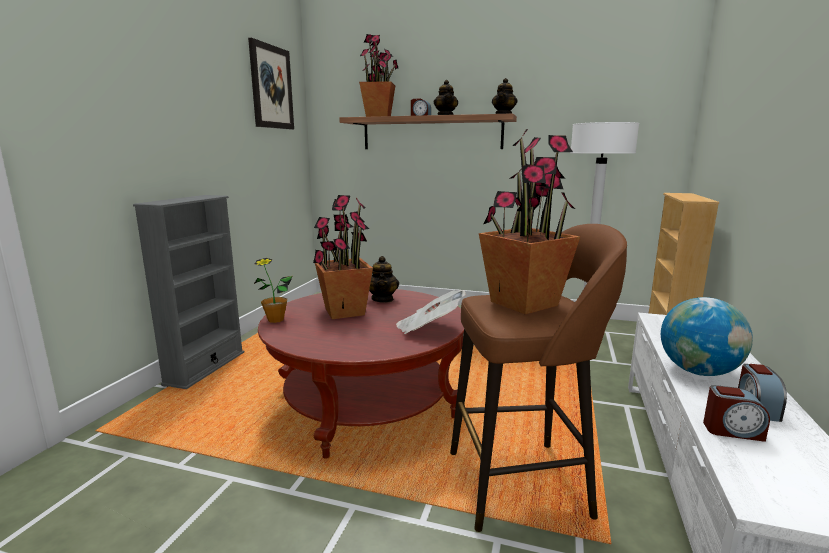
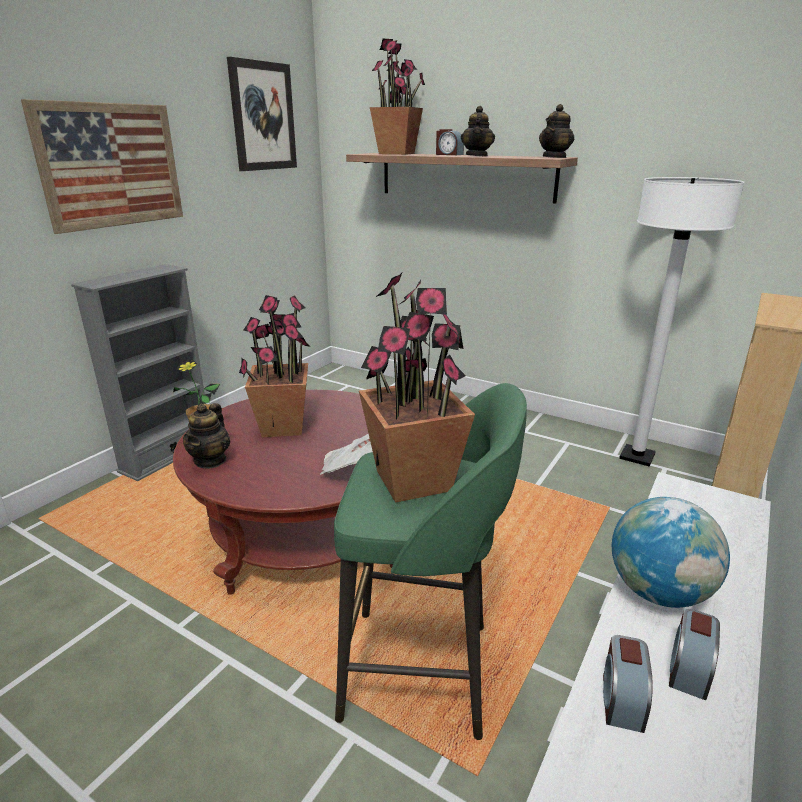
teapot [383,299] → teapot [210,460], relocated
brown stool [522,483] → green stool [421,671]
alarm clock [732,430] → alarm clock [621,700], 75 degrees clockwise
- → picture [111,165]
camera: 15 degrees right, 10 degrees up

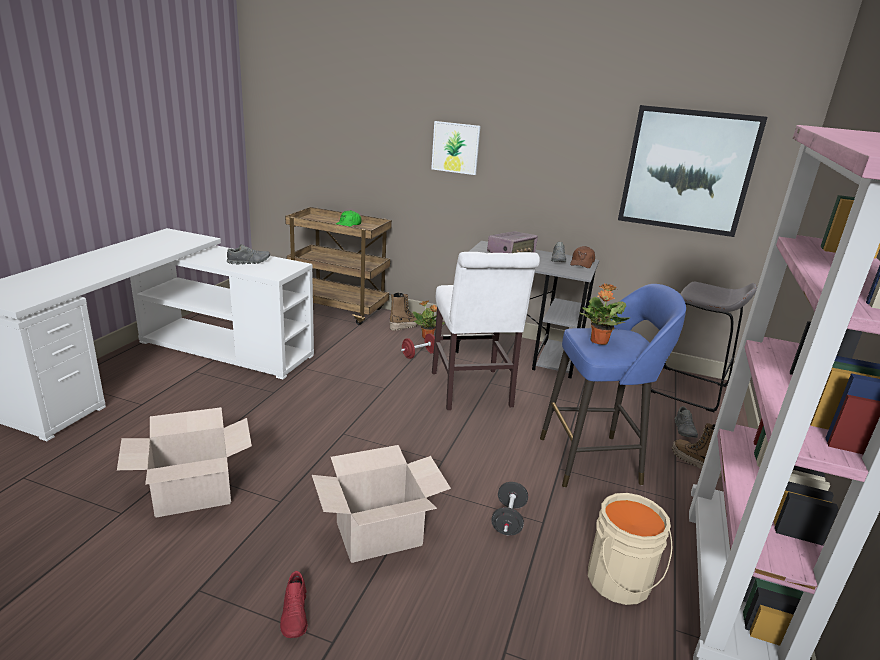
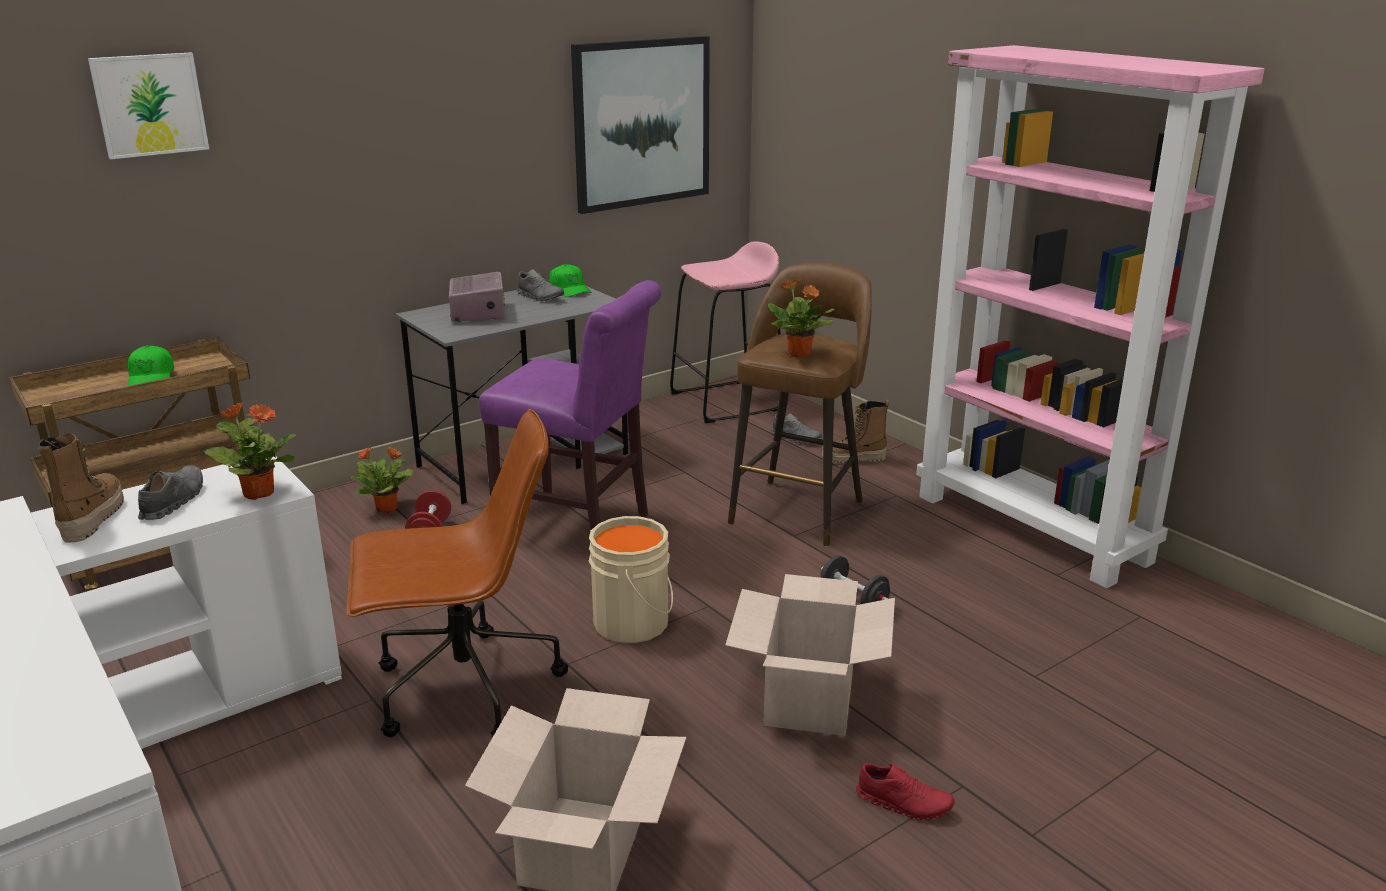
boot [405,325] → boot [91,518], relocated
picture [455,147] → picture [150,105], relocated
white chair [472,392] → purple chair [580,529]
blue stool [593,461] → brown stool [799,510]
brown cap [582,263] → green cap [569,290]
beige bucket [621,582] → beige bucket [635,623], relocated
grey stool [687,389] → pink stool [726,401]
- → potted plant [258,493]
- → brown office chair [463,690]
camera: 55 degrees left, 0 degrees up

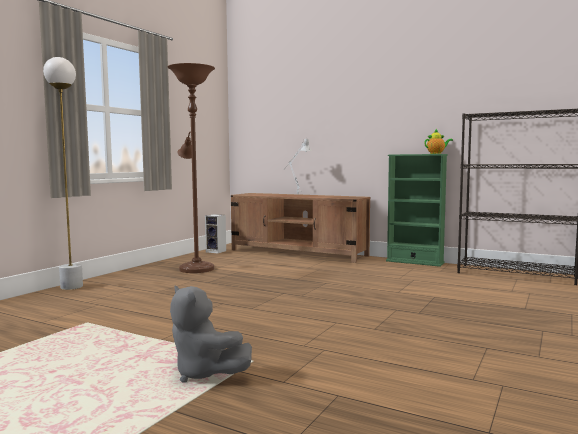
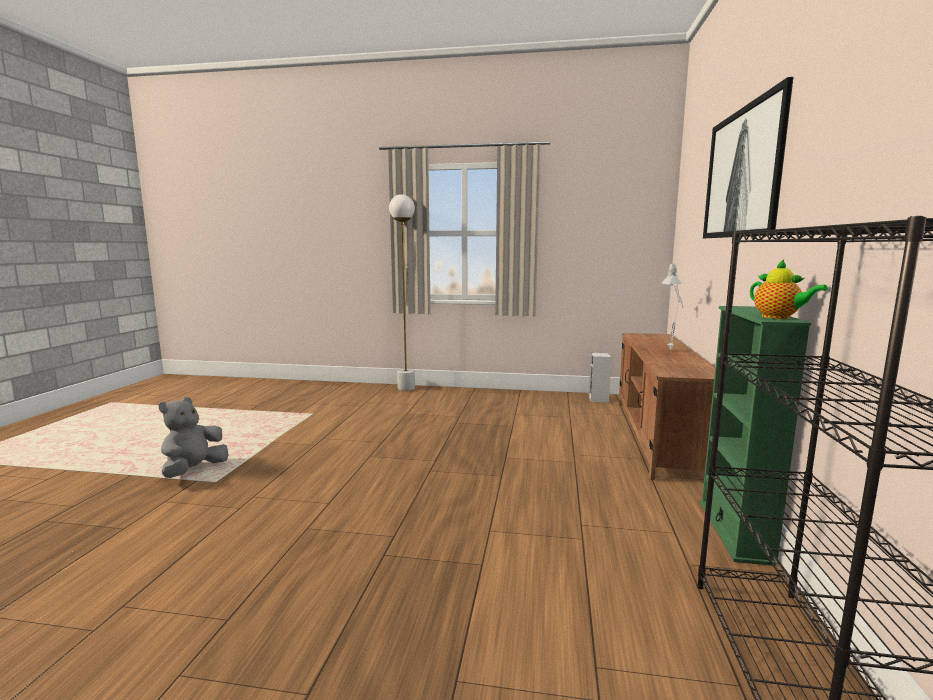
brown floor lamp [195,268] → -
- → picture [744,173]
camera: 70 degrees right, 5 degrees up

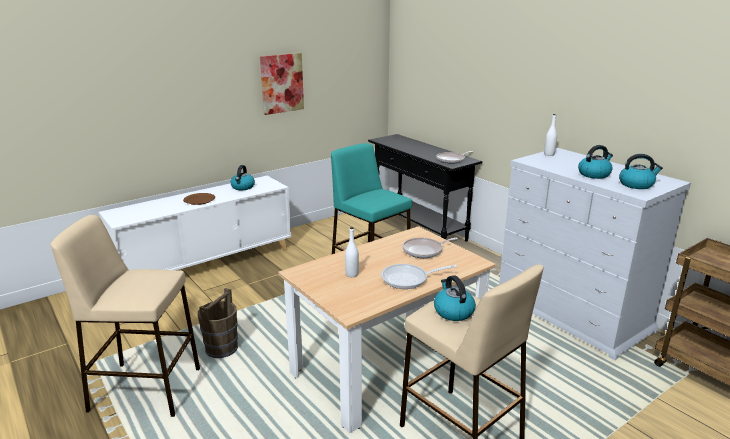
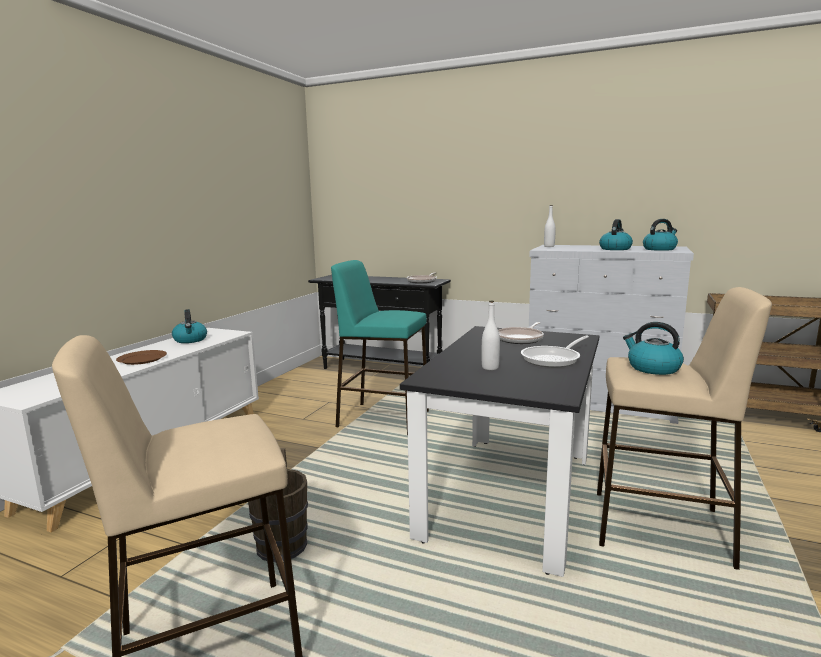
picture [281,83] → -
beige dining table [386,367] → black dining table [509,494]
camera: 30 degrees left, 10 degrees down

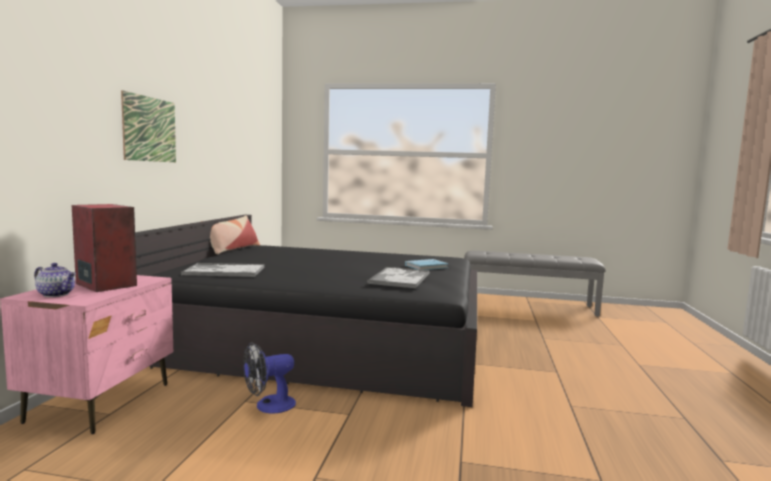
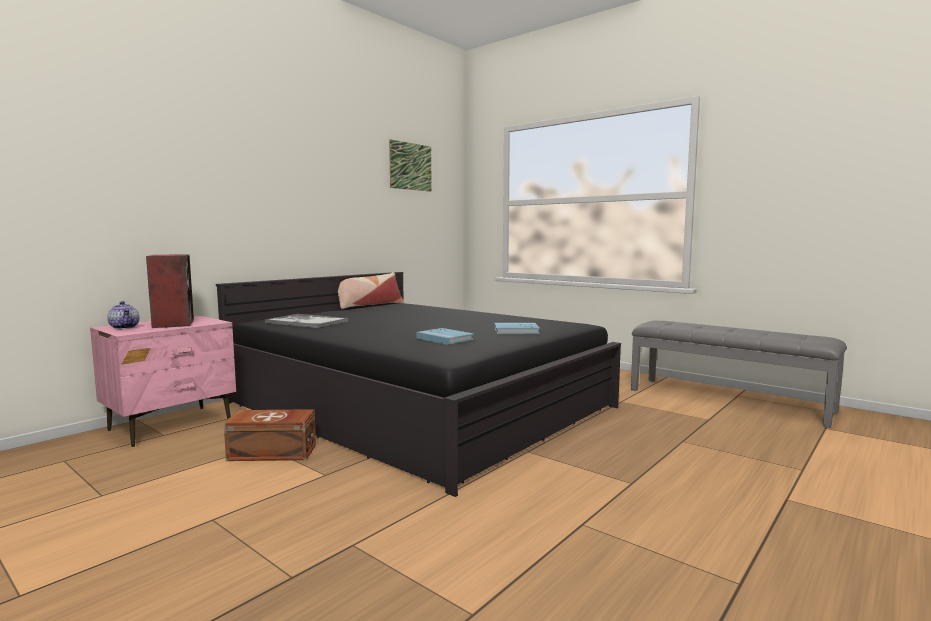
picture [150,129] → picture [410,166], relocated
fan [268,406] → brown storage box [273,453]
tray [400,278] → blue book [444,339]
camera: 30 degrees right, 0 degrees up

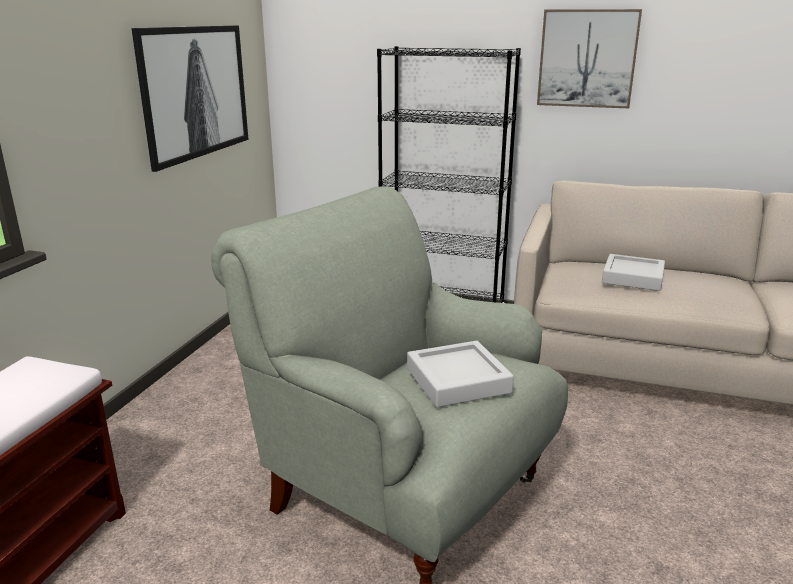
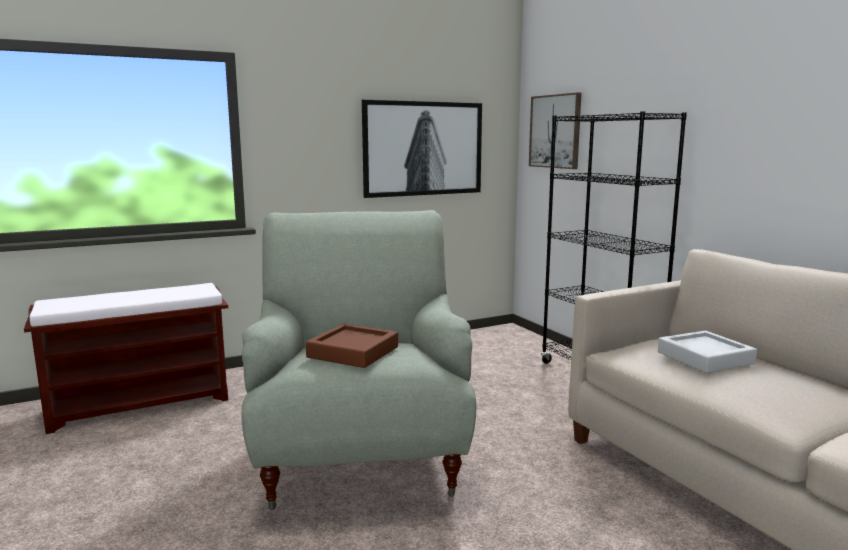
grey tray [458,380] → brown tray [353,352]
picture [587,58] → picture [555,131], relocated
camera: 45 degrees right, 10 degrees down

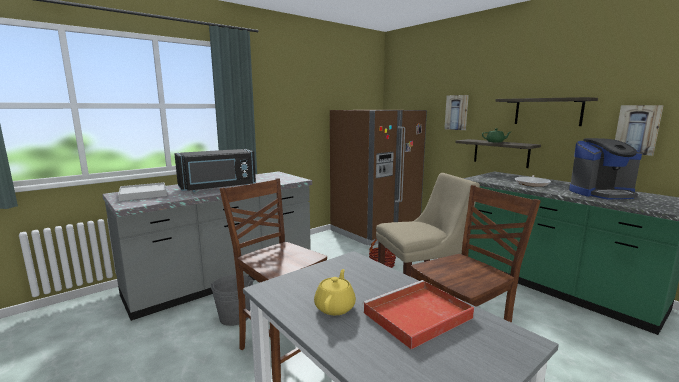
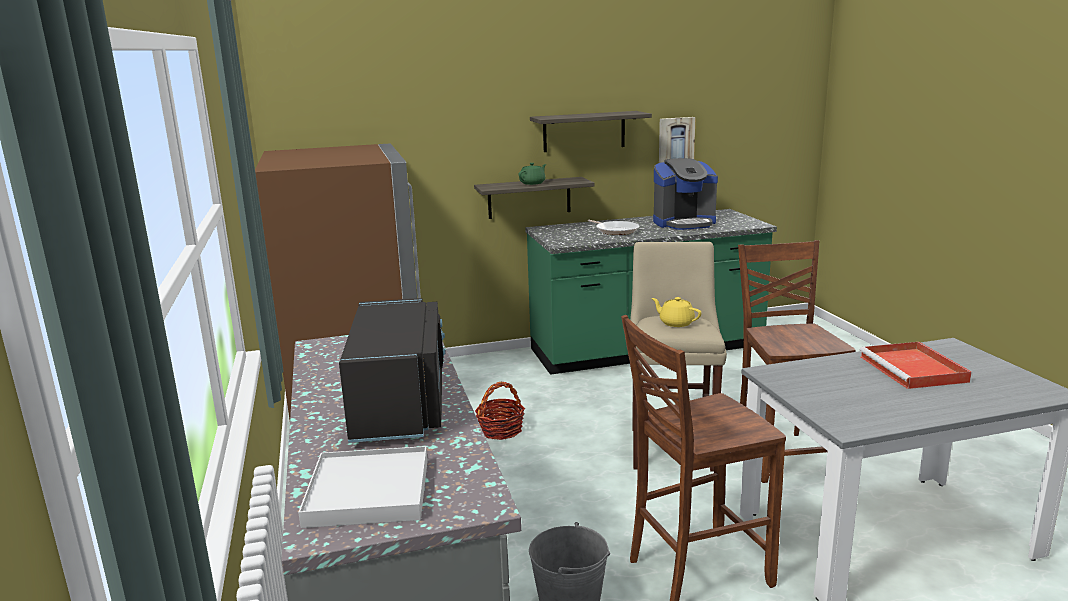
yellow teapot [335,307] → yellow teapot [676,323], relocated
picture [457,112] → -
coffee machine [601,193] → coffee machine [684,223], 60 degrees clockwise
camera: 65 degrees left, 5 degrees up

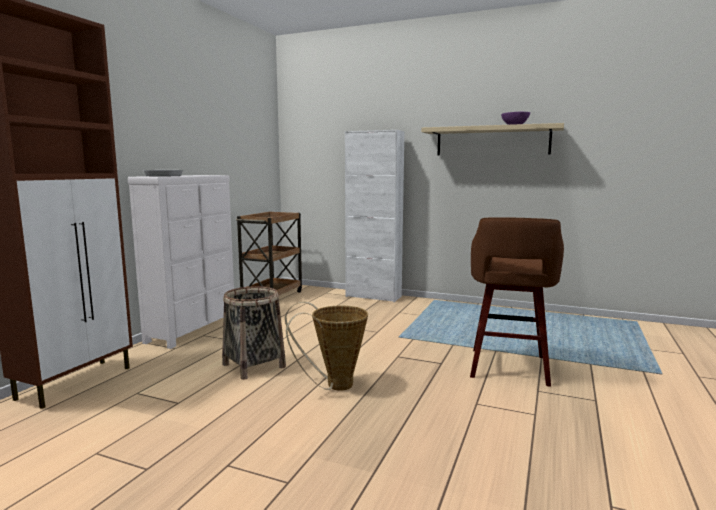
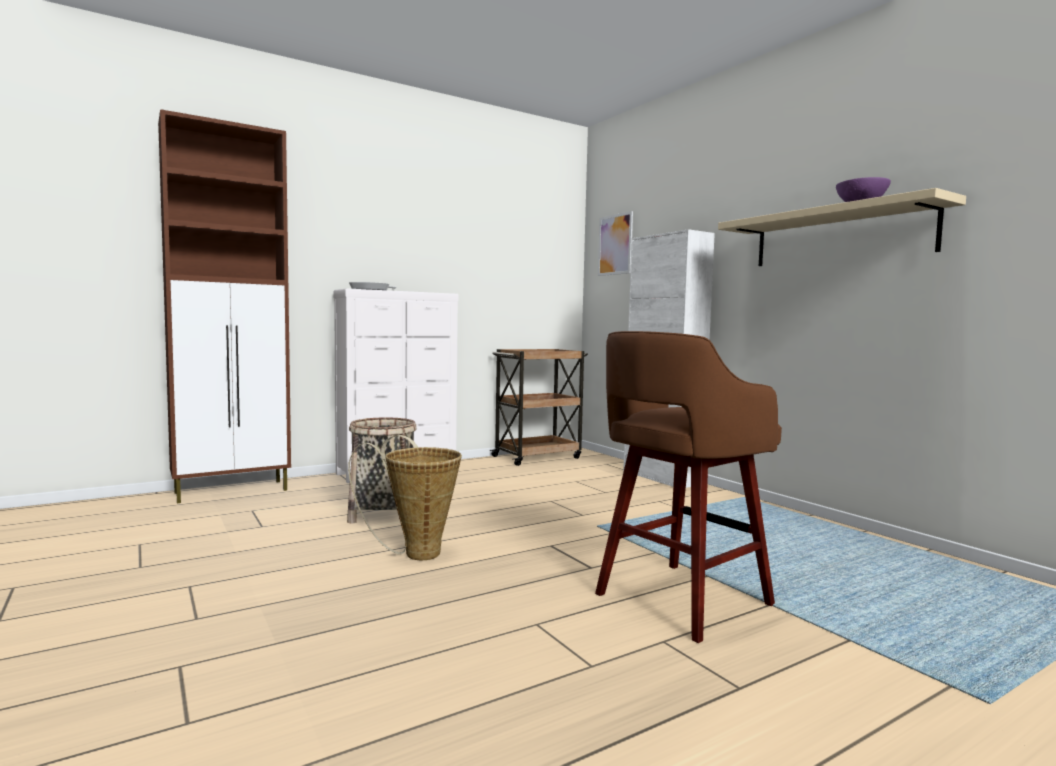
- → picture [615,244]
camera: 35 degrees right, 5 degrees down

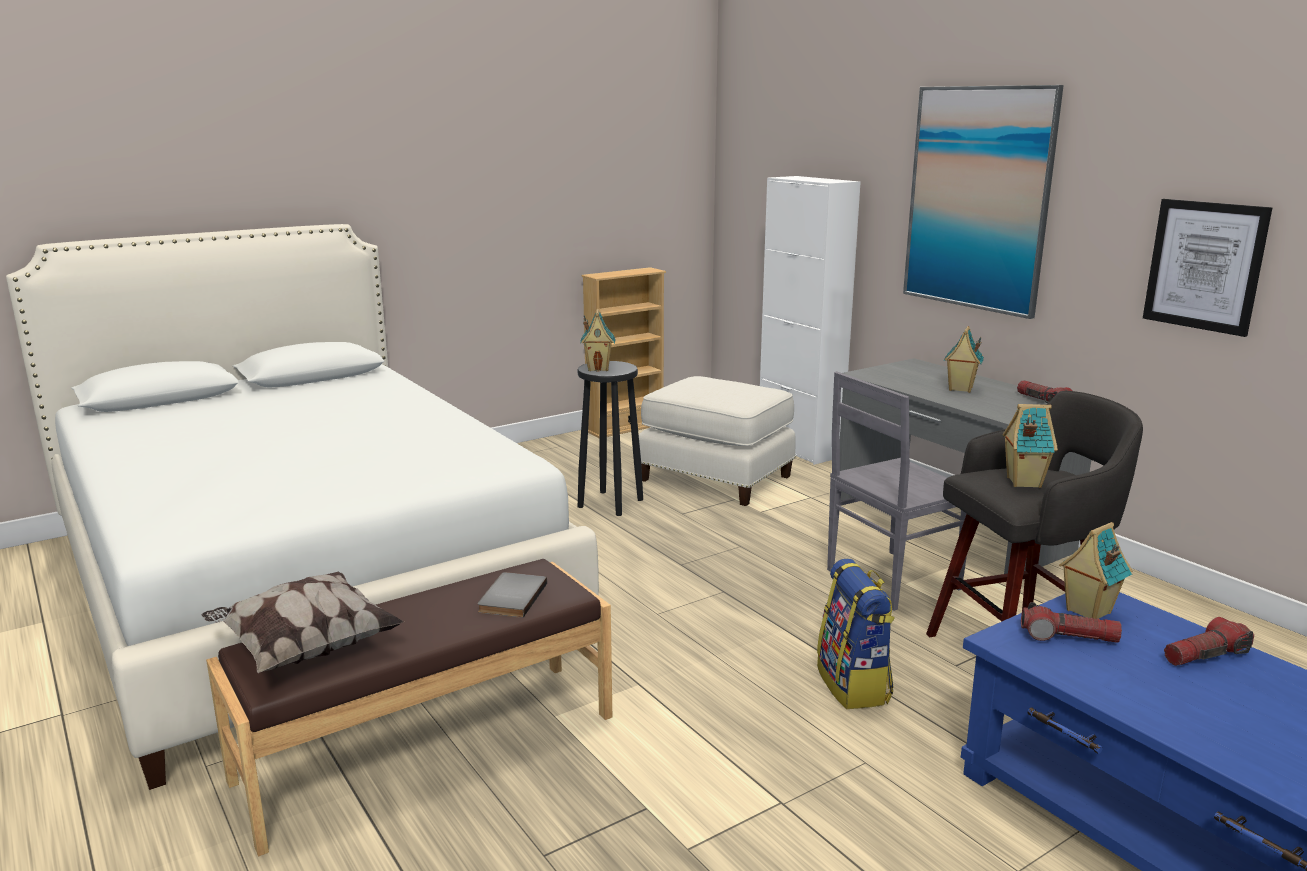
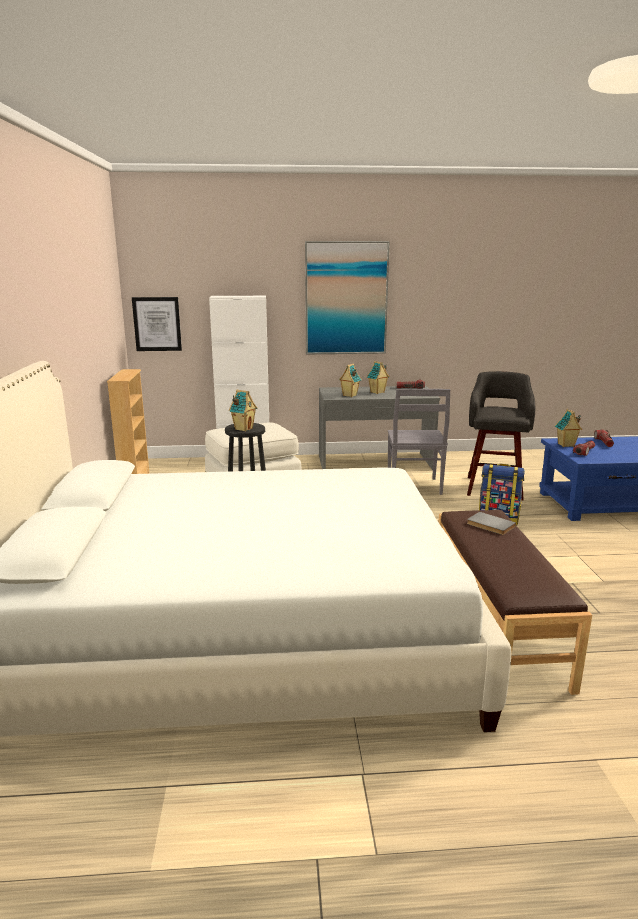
pillow [305,648] → -
toy house [1022,482] → toy house [349,395], relocated
picture [1205,266] → picture [157,324], relocated
camera: 60 degrees left, 0 degrees up

